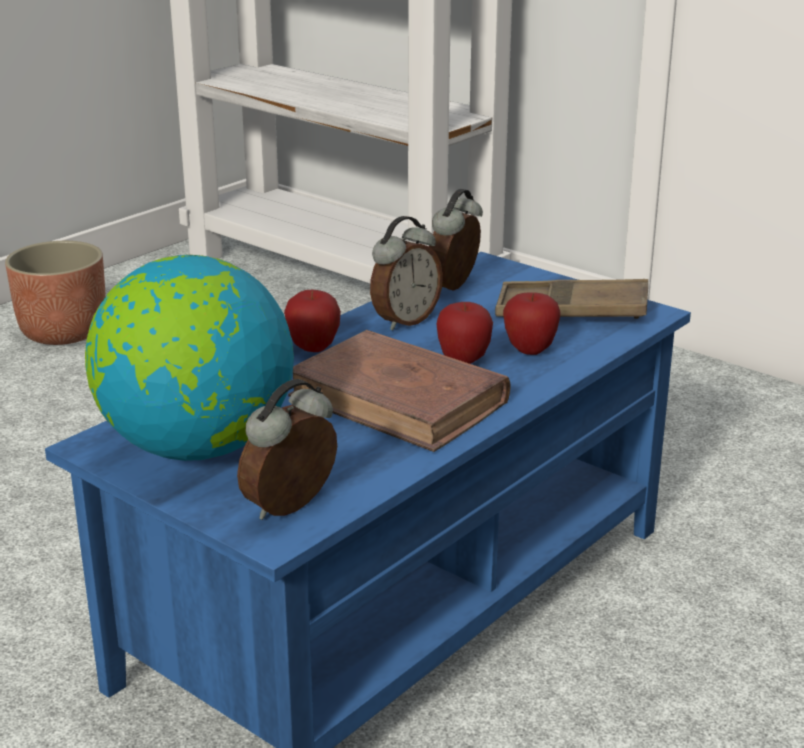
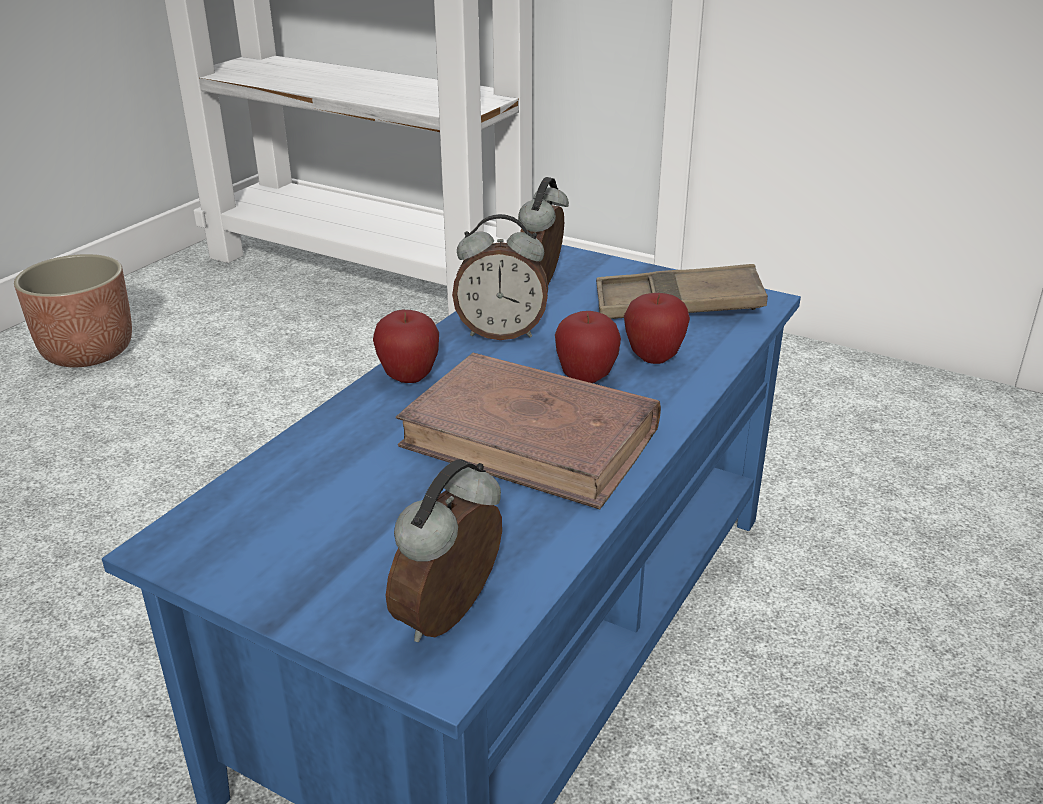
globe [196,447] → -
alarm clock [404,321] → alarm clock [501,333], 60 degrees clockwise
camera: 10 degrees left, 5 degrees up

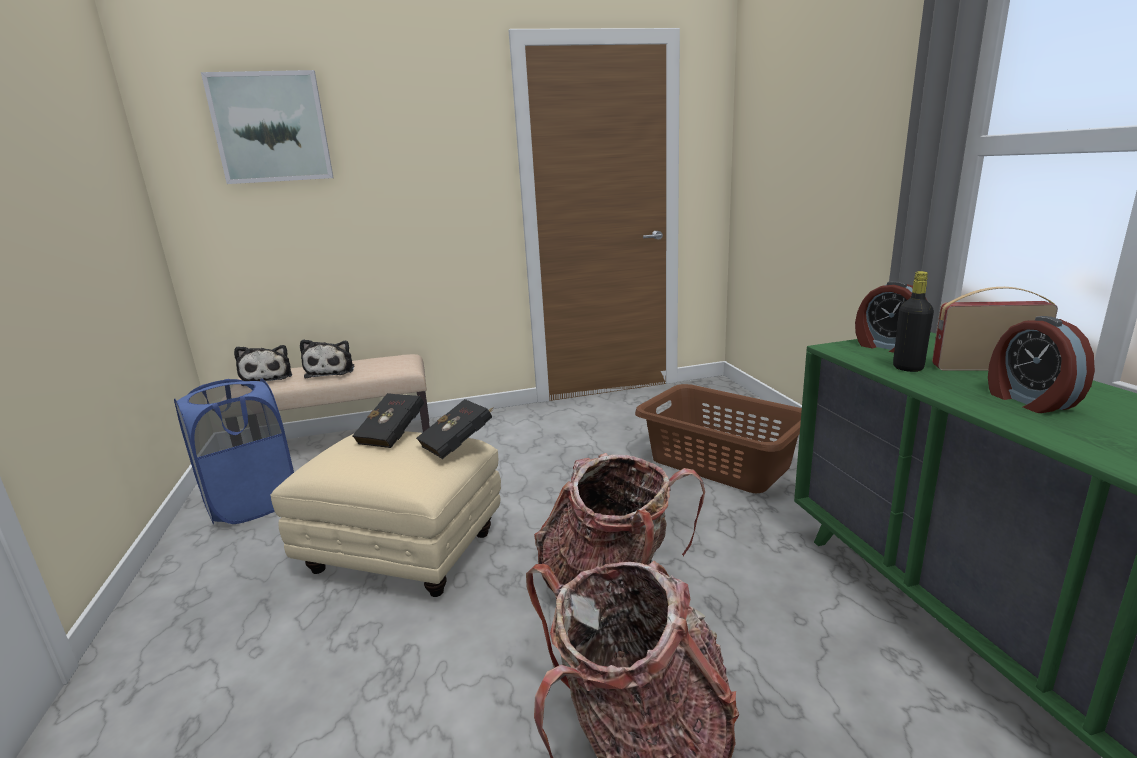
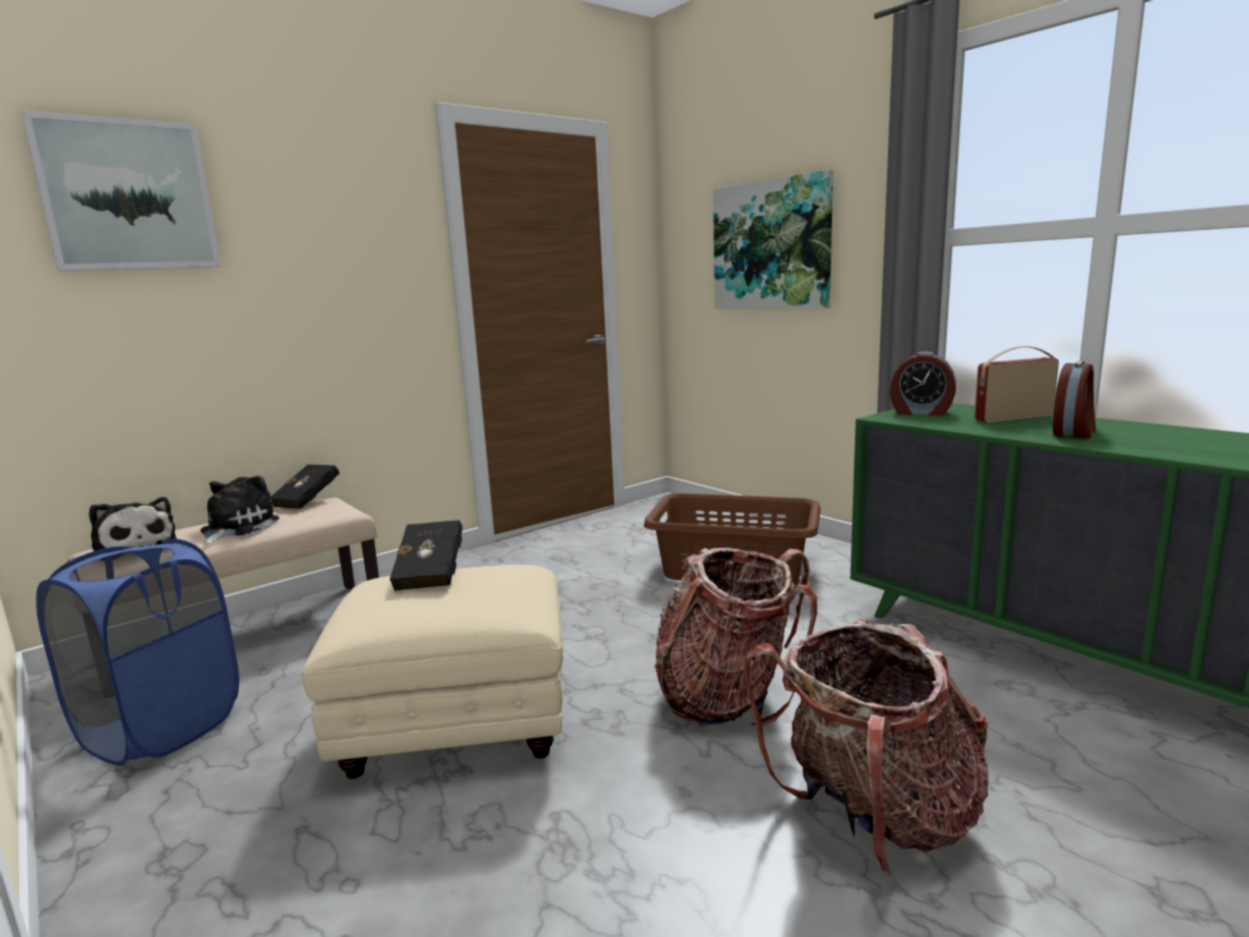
plush toy [331,371] → plush toy [236,528], 135 degrees counterclockwise
black book [460,444] → black book [310,501], relocated
black bottle [907,368] → -
alarm clock [1028,401] → alarm clock [1074,432], 105 degrees counterclockwise
- → picture [771,245]
camera: 25 degrees left, 5 degrees down

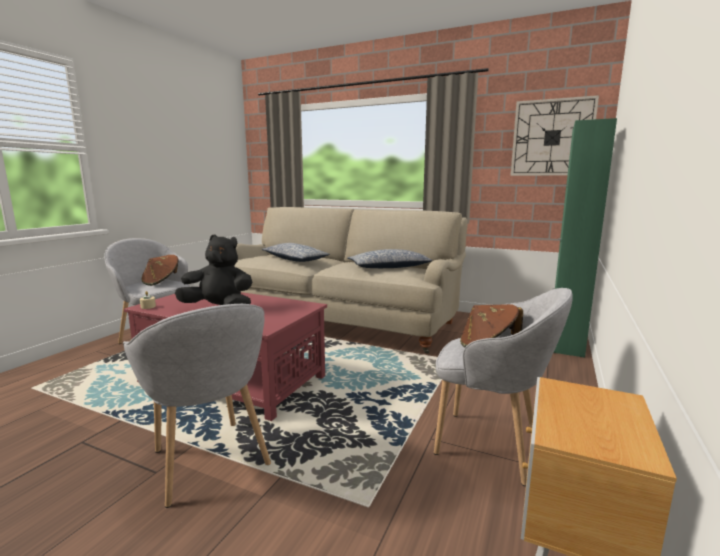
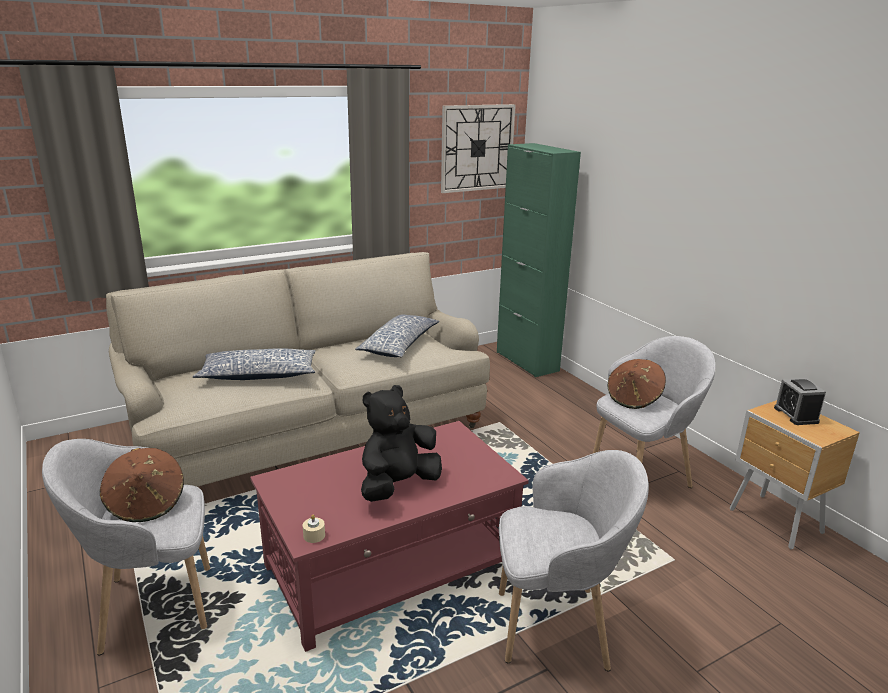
- → alarm clock [796,415]
camera: 55 degrees left, 10 degrees up

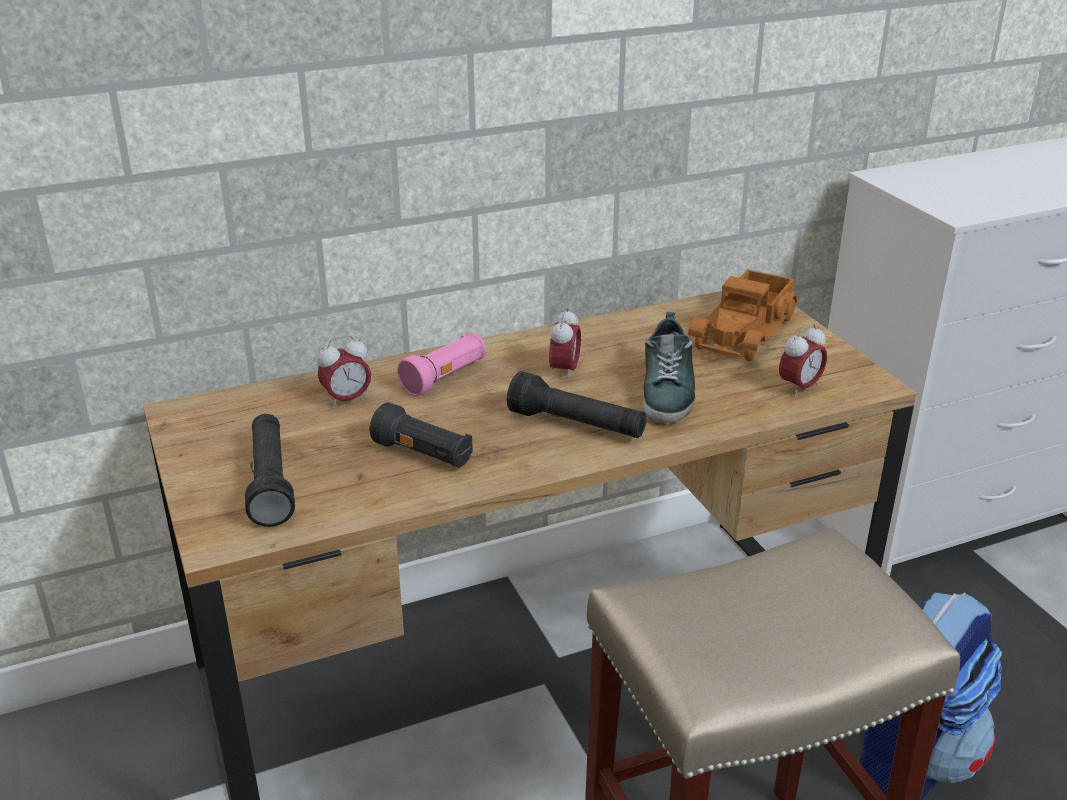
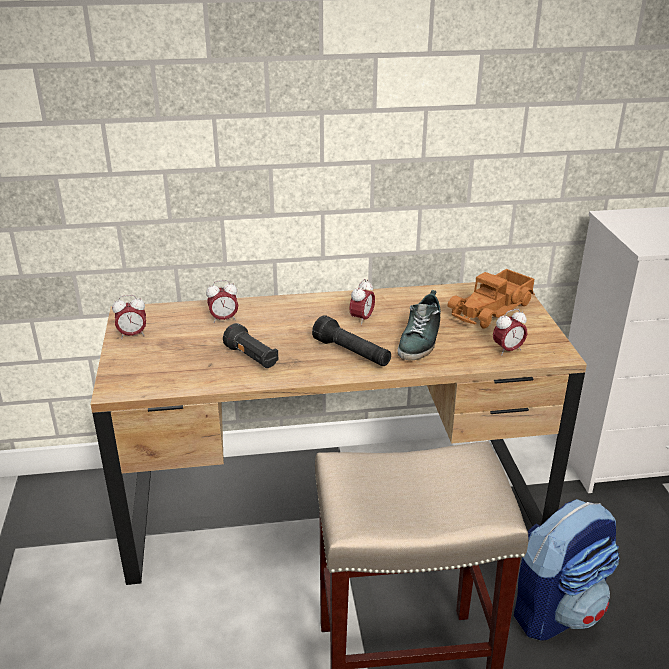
black flashlight [270,482] → -
pink flashlight [445,377] → -
- → alarm clock [132,335]
camera: 15 degrees right, 0 degrees up

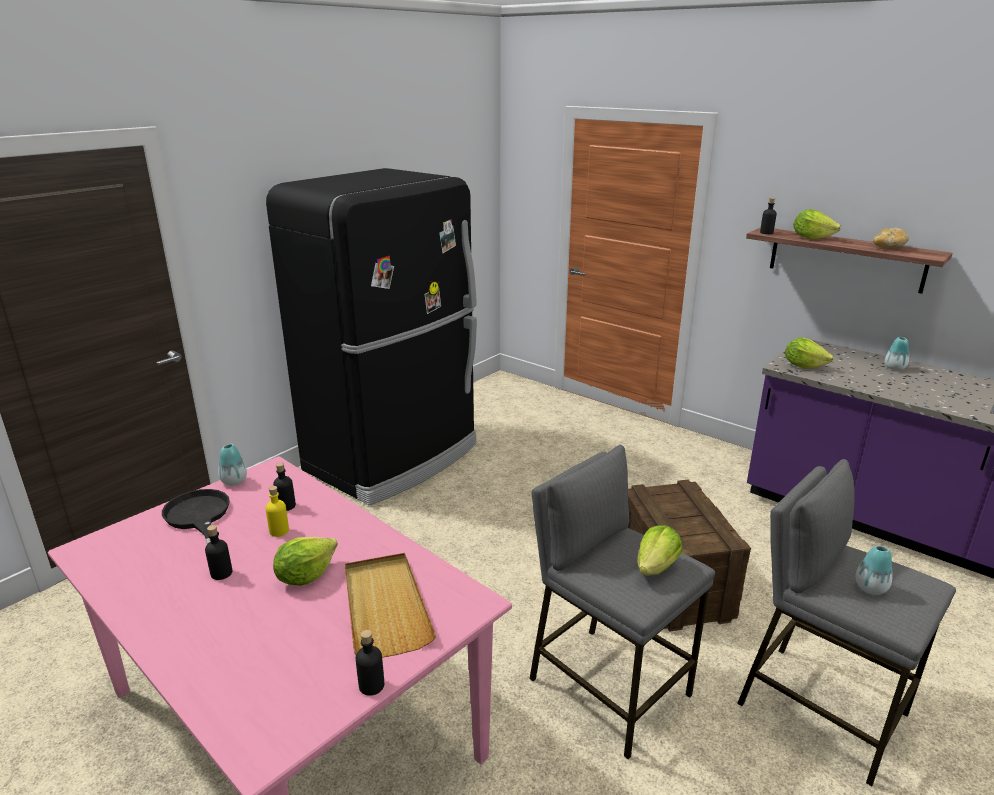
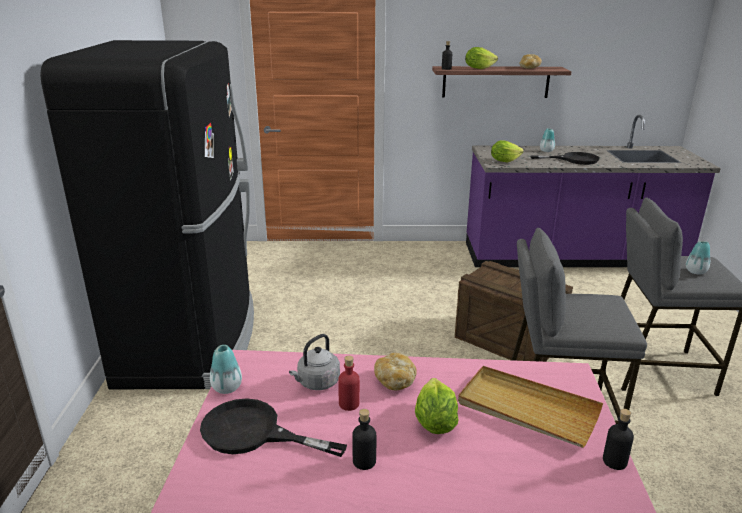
yellow bottle [279,531] → red bottle [349,404]
black bottle [286,506] → grey kettle [317,383]
lettuce [656,567] → -
- → bread [395,380]
- → black frying pan [573,160]
camera: 40 degrees left, 0 degrees up

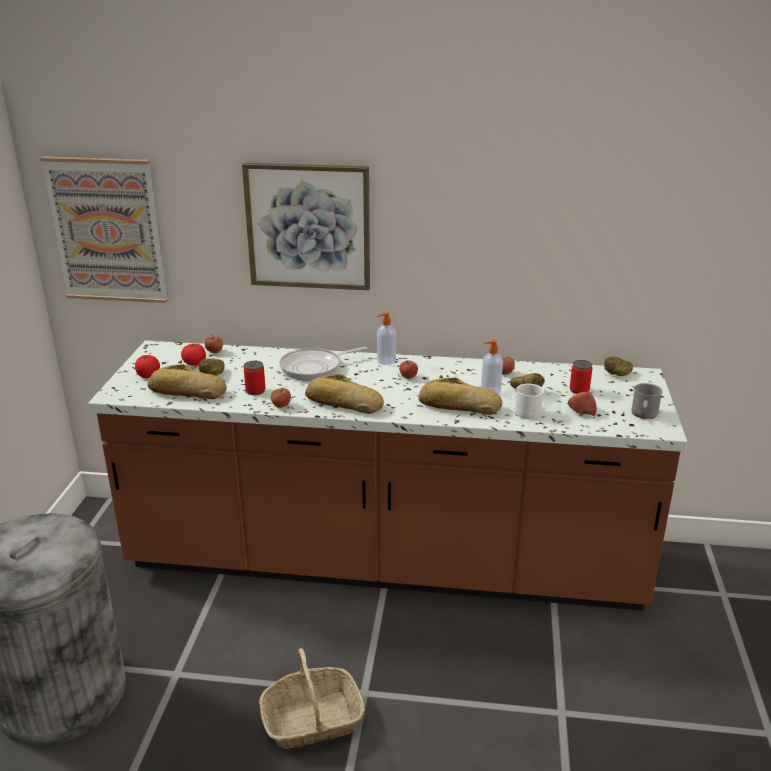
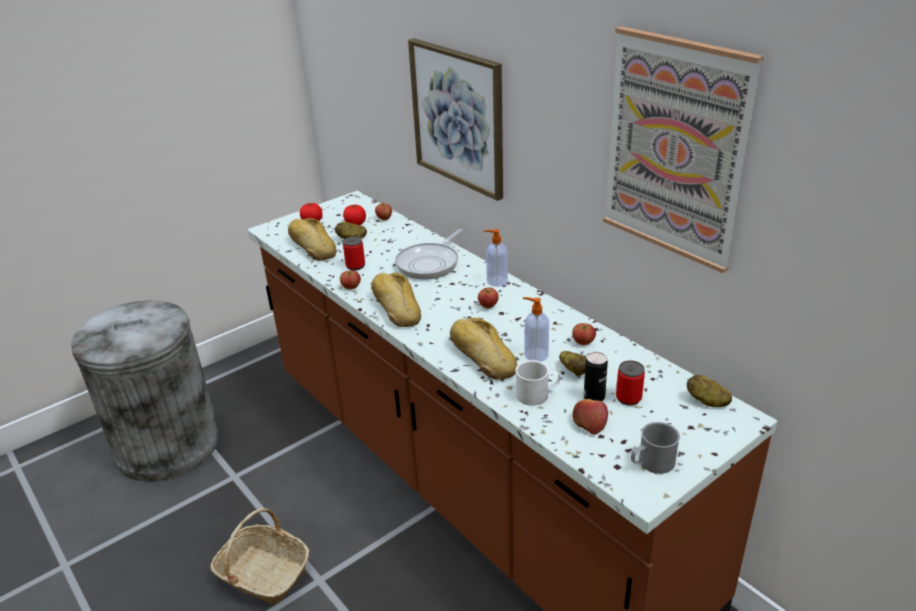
picture [107,230] → picture [675,148], relocated
frying pan [314,367] → frying pan [430,263], 75 degrees counterclockwise
- → can [594,397]
camera: 45 degrees right, 5 degrees up

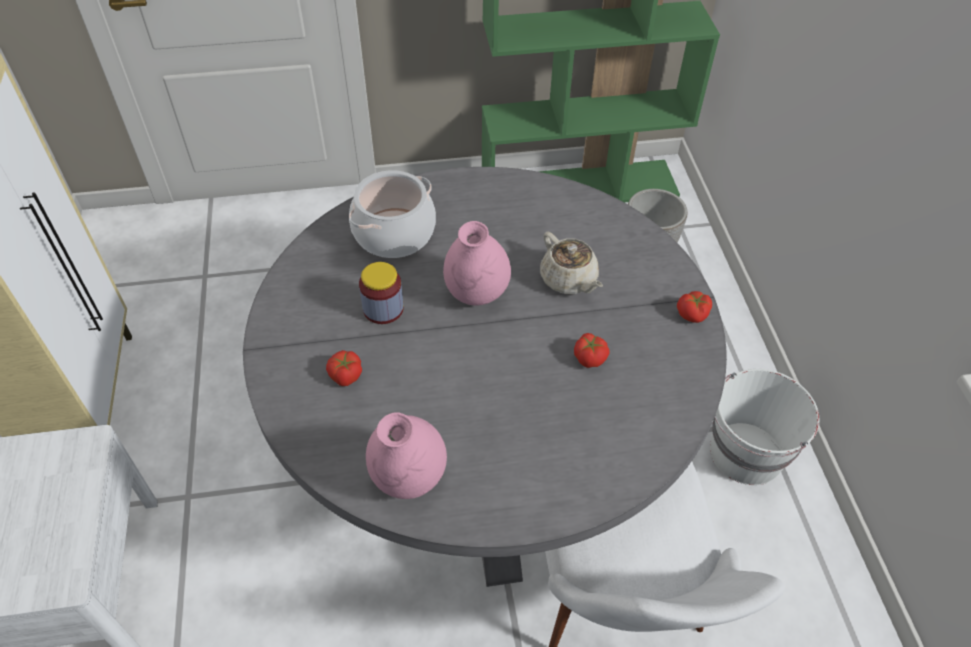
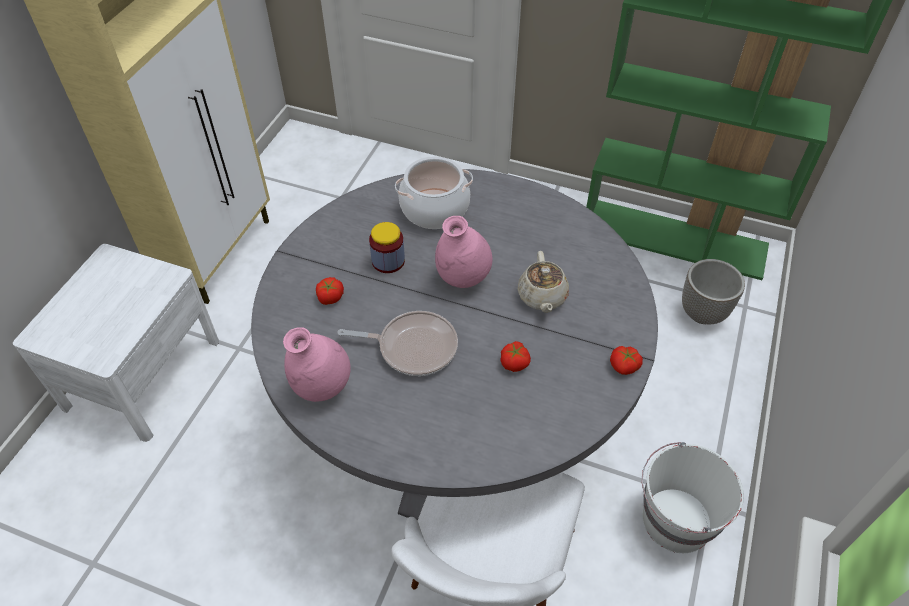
- → frying pan [413,347]
camera: 30 degrees right, 0 degrees up

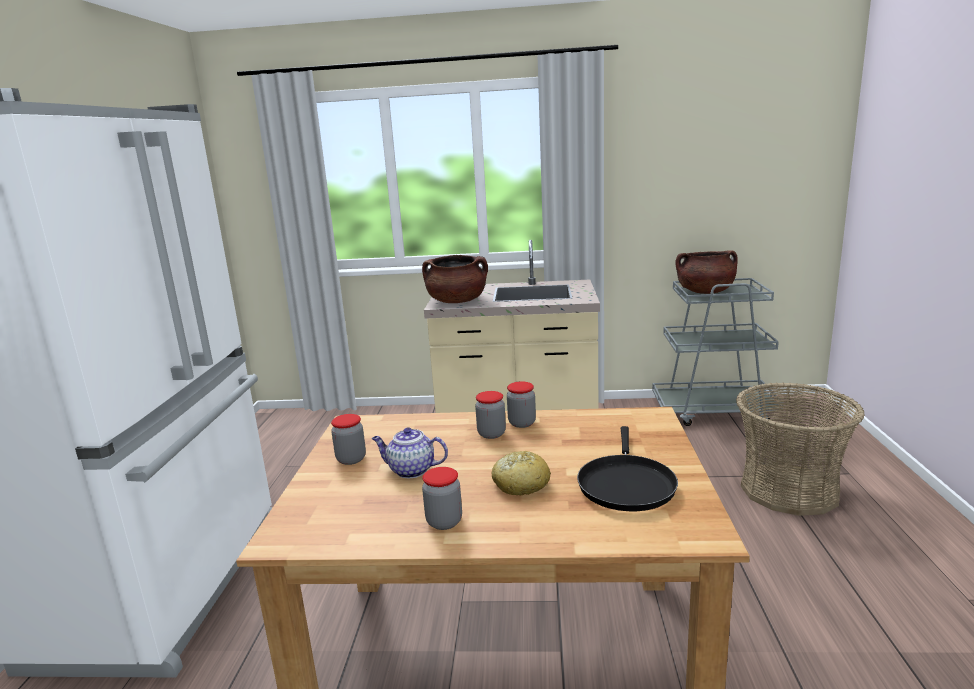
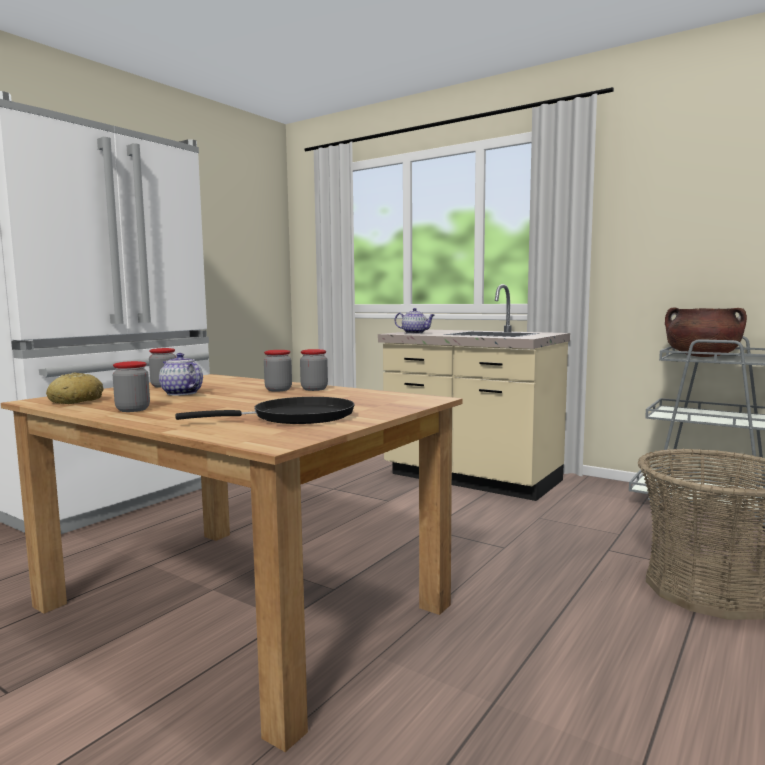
brown cooking pot [457,301] → teapot [415,333]
bread [520,484] → bread [76,401], relocated
black frying pan [626,484] → black frying pan [296,417], 150 degrees counterclockwise
camera: 30 degrees right, 10 degrees down

